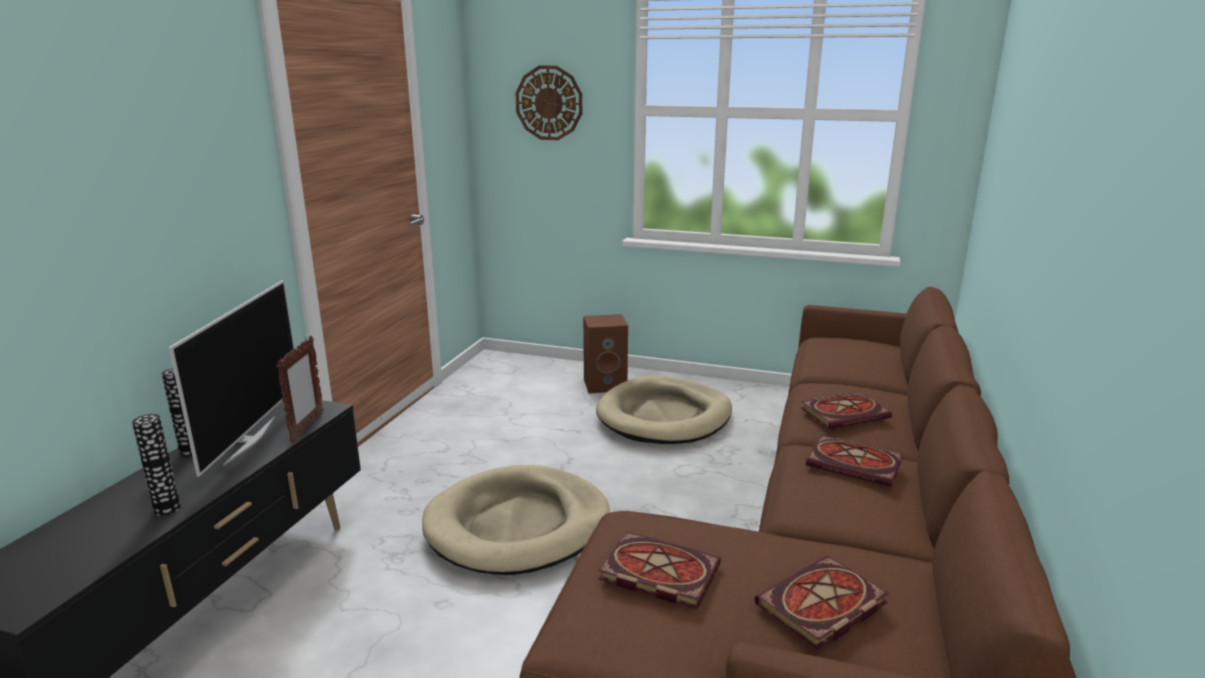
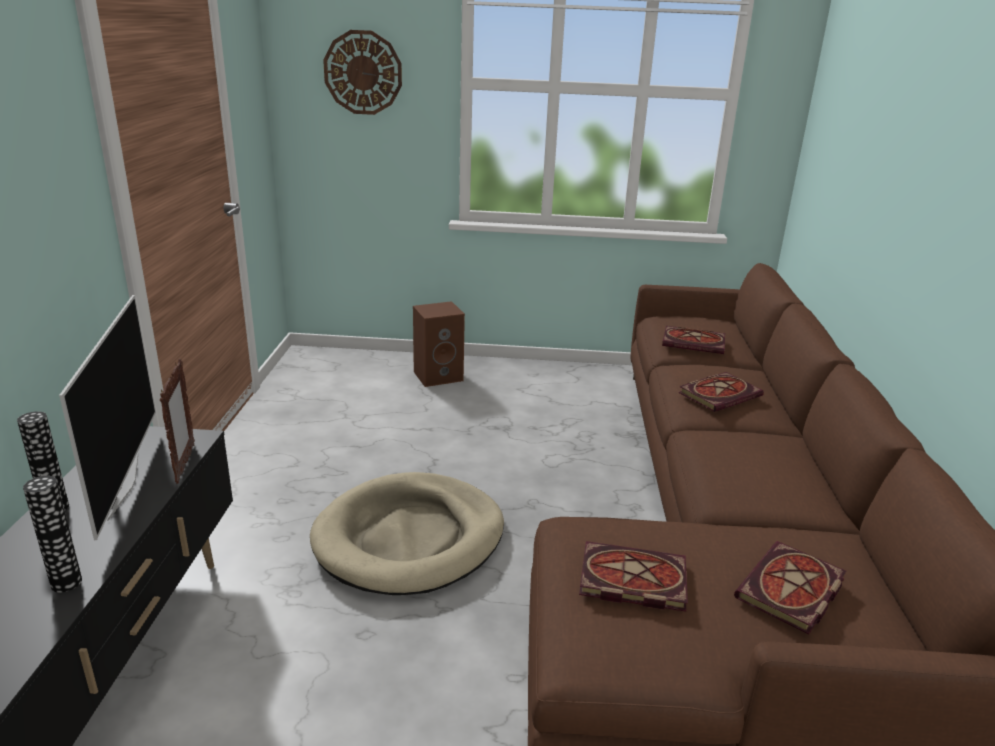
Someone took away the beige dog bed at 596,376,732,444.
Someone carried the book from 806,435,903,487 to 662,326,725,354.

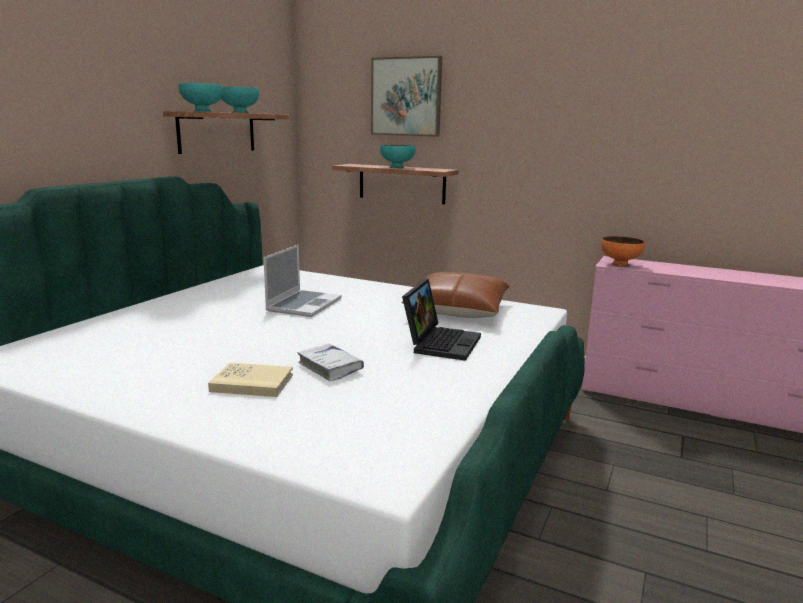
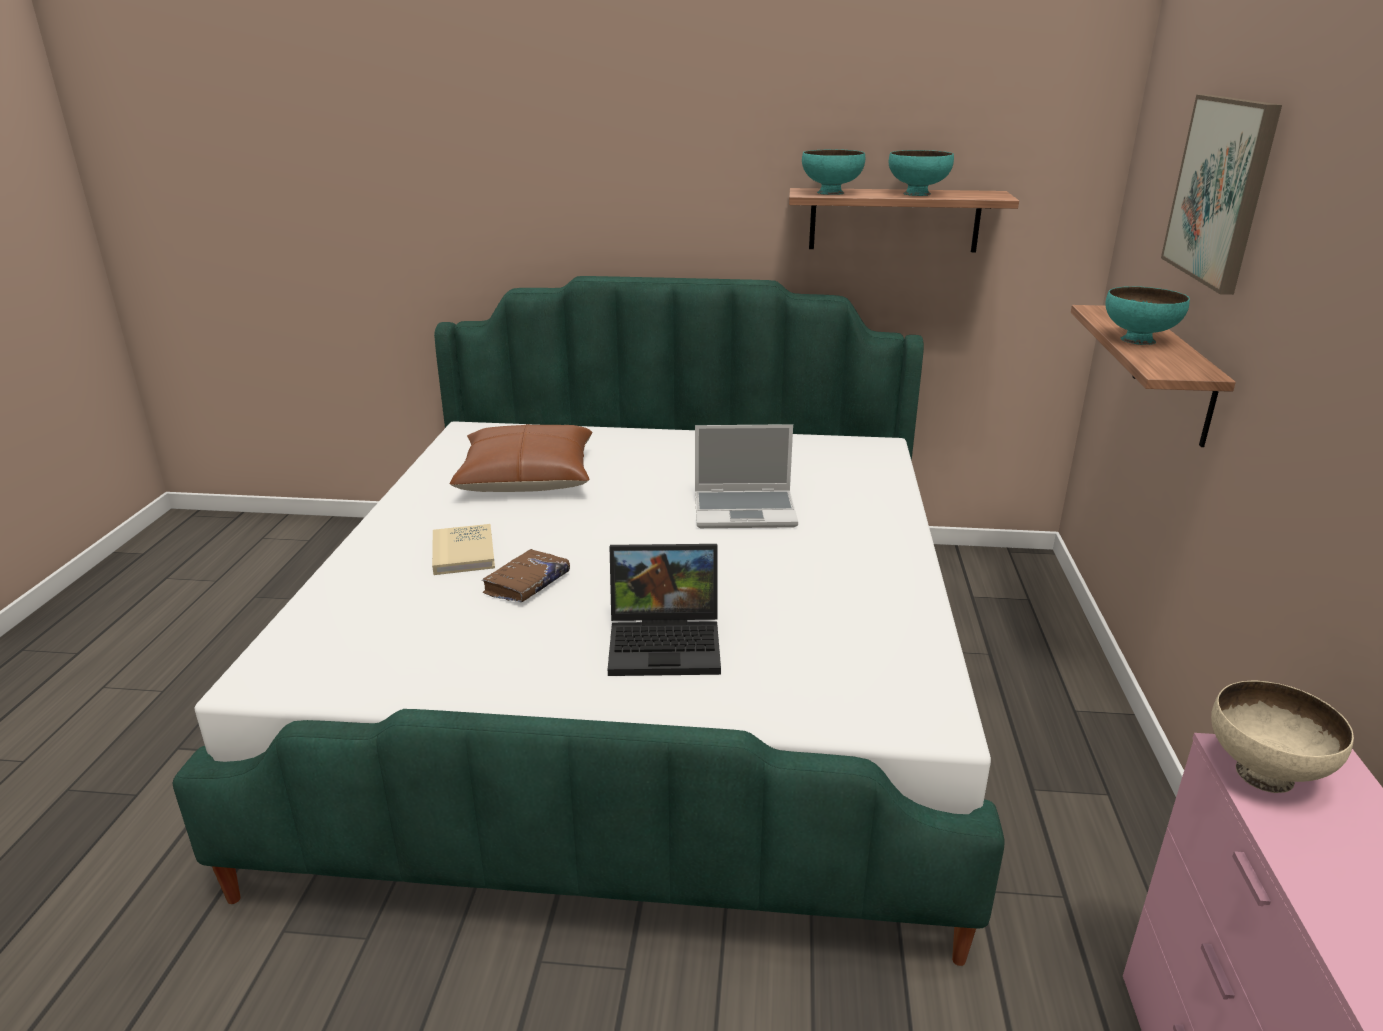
Someone repainted the white book at 298,344,364,381, which became the brown book at 482,549,570,602.
Someone carried the brown pillow from 401,272,510,318 to 450,424,592,492.
Someone repainted the orange bowl at 601,236,645,267, which became the beige bowl at 1211,681,1354,793.

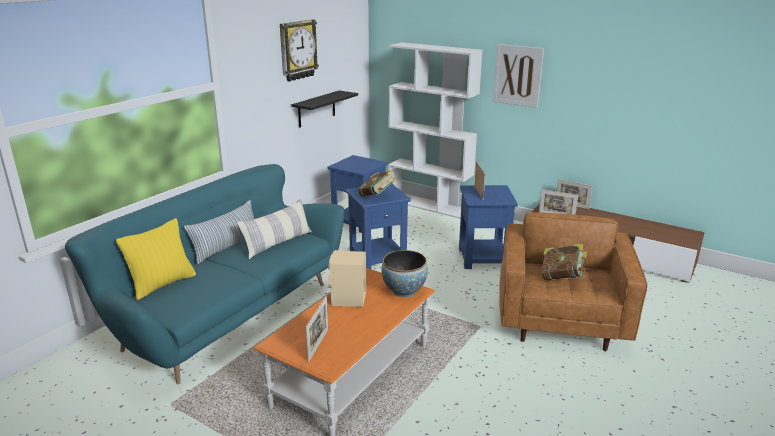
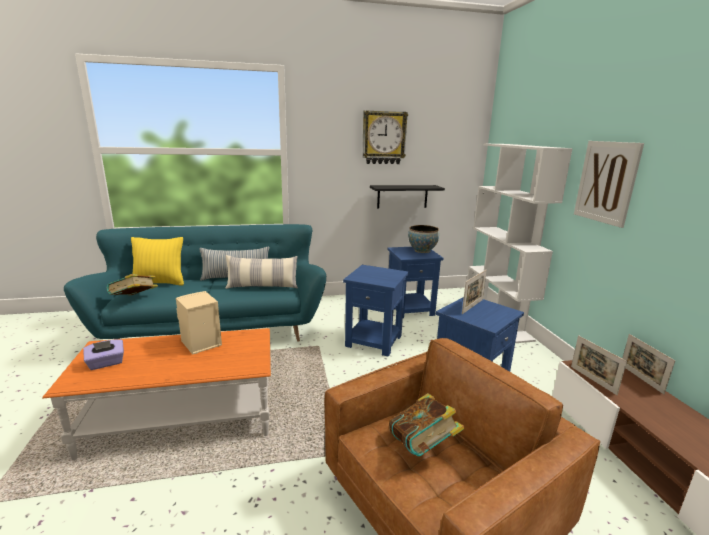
Someone swapped the picture frame at 306,296,328,362 for the purple tissue box at 83,339,124,370.
Someone carried the book from 358,170,397,197 to 107,274,158,295.
Someone carried the bowl from 382,250,428,298 to 408,225,439,253.

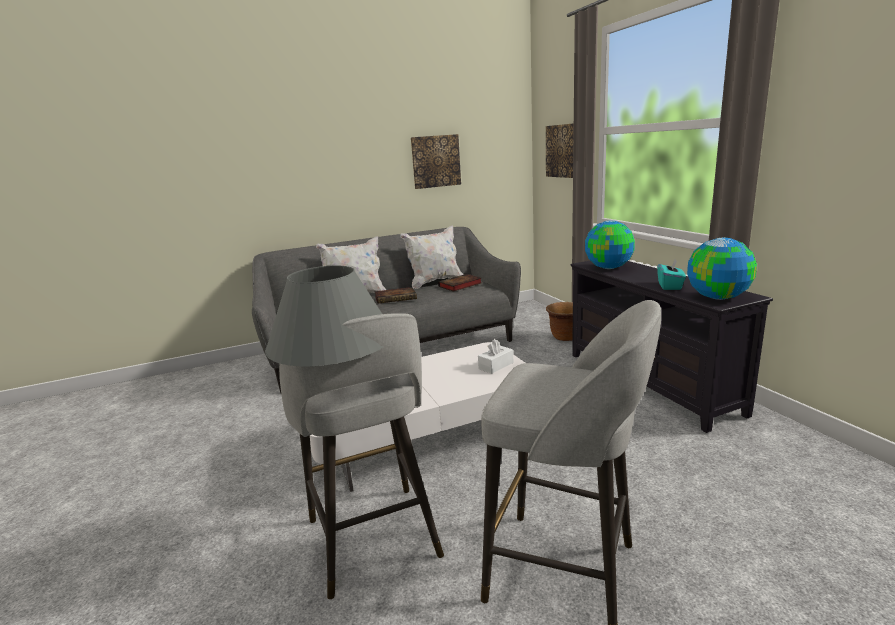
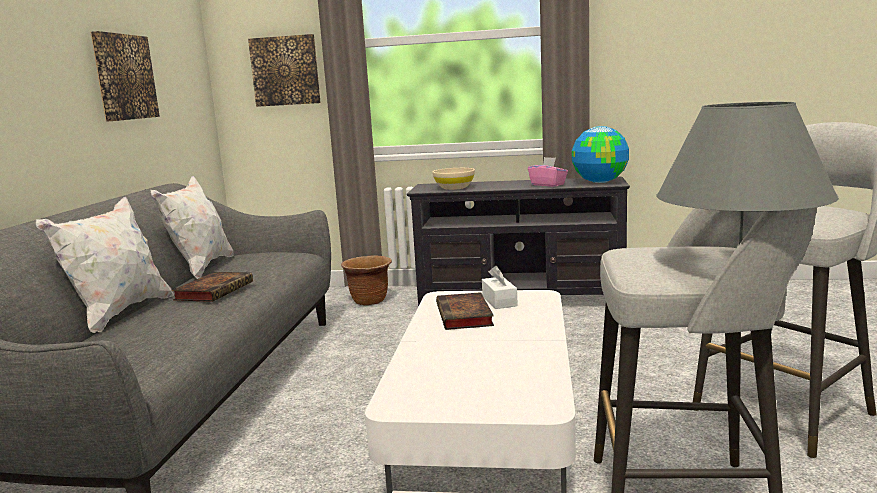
Someone carried the book from 438,274,482,292 to 436,292,494,330.
Someone swapped the globe at 585,220,635,269 for the beige bowl at 433,168,475,190.
Someone repainted the turquoise tissue box at 657,259,686,290, which became the pink tissue box at 528,157,568,187.

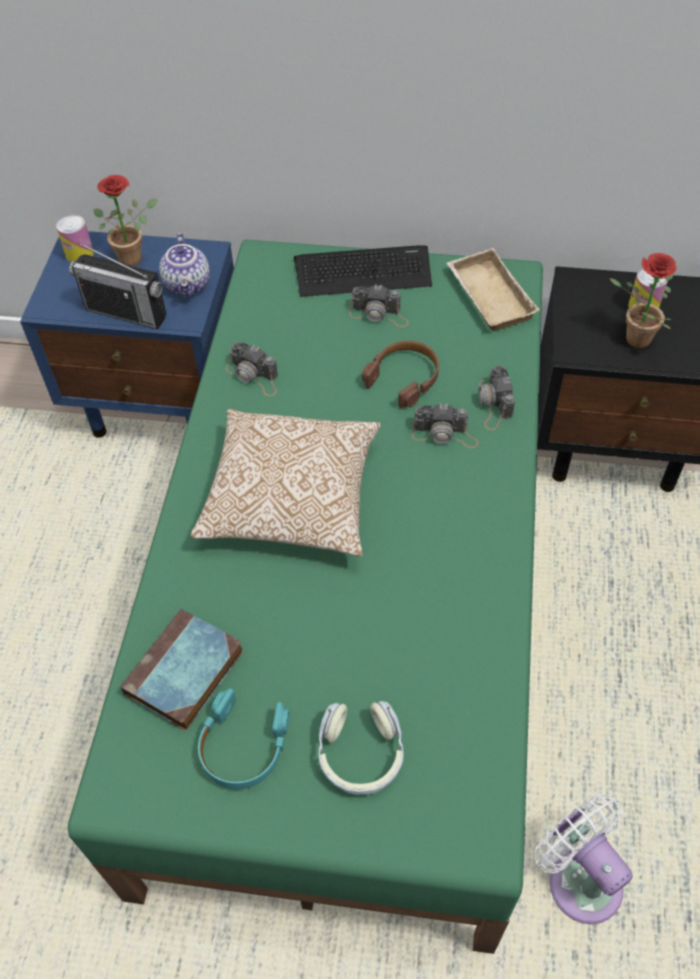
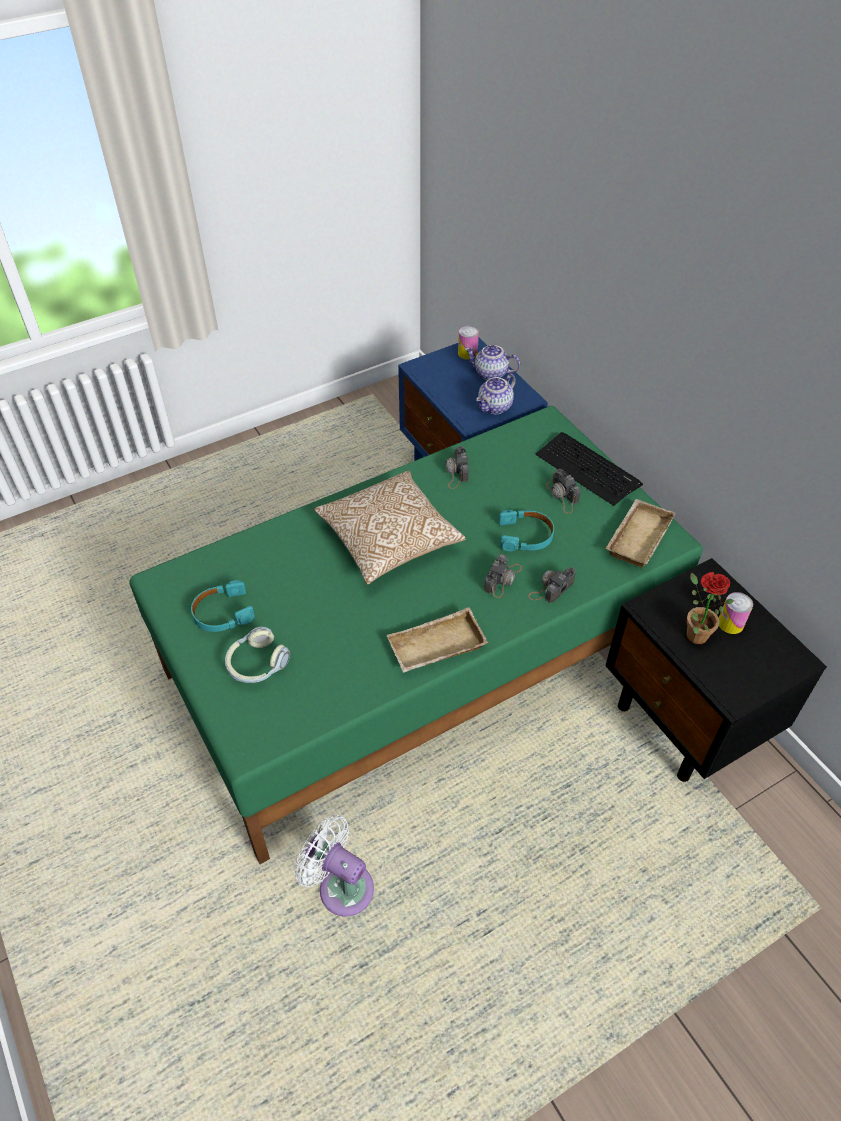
Someone took away the radio at 69,242,166,330.
Someone swapped the potted plant at 94,175,158,266 for the teapot at 465,345,520,380.
Someone took away the book at 120,609,243,732.
Someone repainted the brown headphones at 362,341,439,408, which became the turquoise headphones at 499,510,554,552.
Someone rotated the photo camera at 412,403,479,448 by 120 degrees counterclockwise.
Someone rotated the white fan at 535,794,633,924 by 75 degrees counterclockwise.
Someone put down the beige tray at 386,607,488,673.

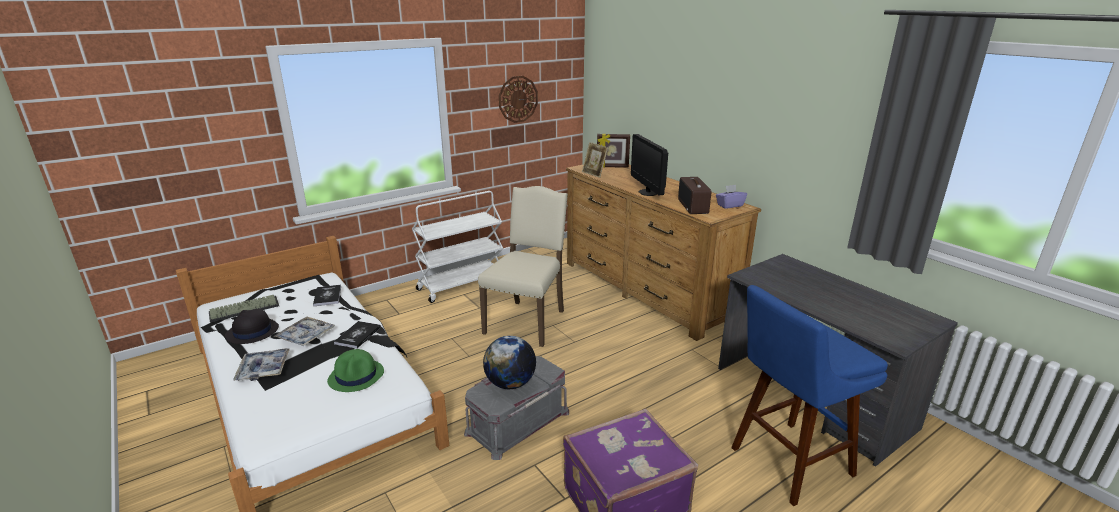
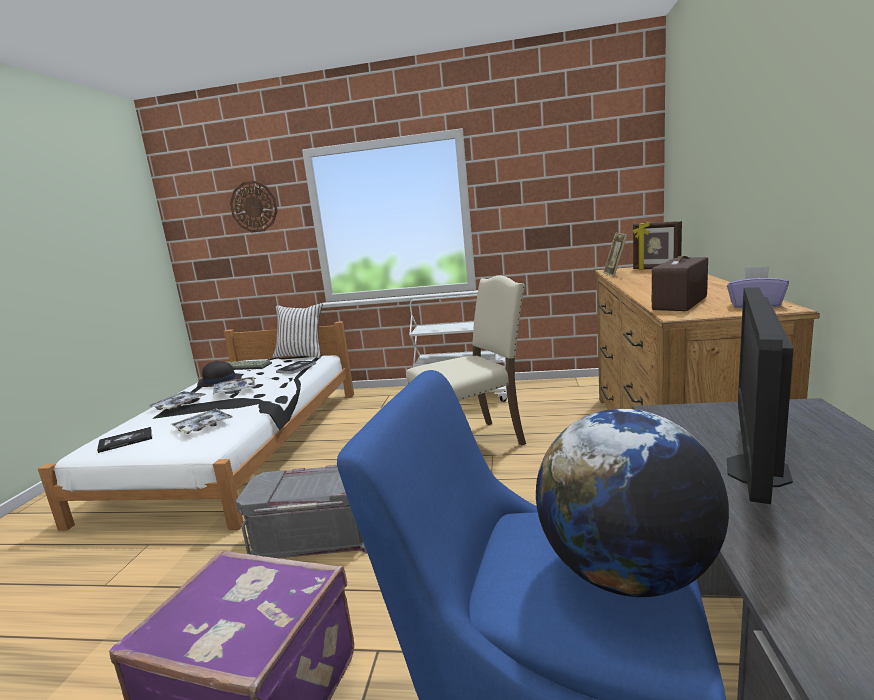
Someone swapped the green hat at 327,349,384,392 for the tray at 171,409,233,434.
Someone carried the book from 334,321,381,349 to 97,427,152,453.
Someone carried the globe from 483,336,536,389 to 536,409,729,597.
Someone carried the wall clock from 499,76,538,123 to 230,181,278,232.
Someone carried the monitor from 631,134,668,196 to 727,287,793,504.
Someone put down the white pillow at 273,303,323,358.

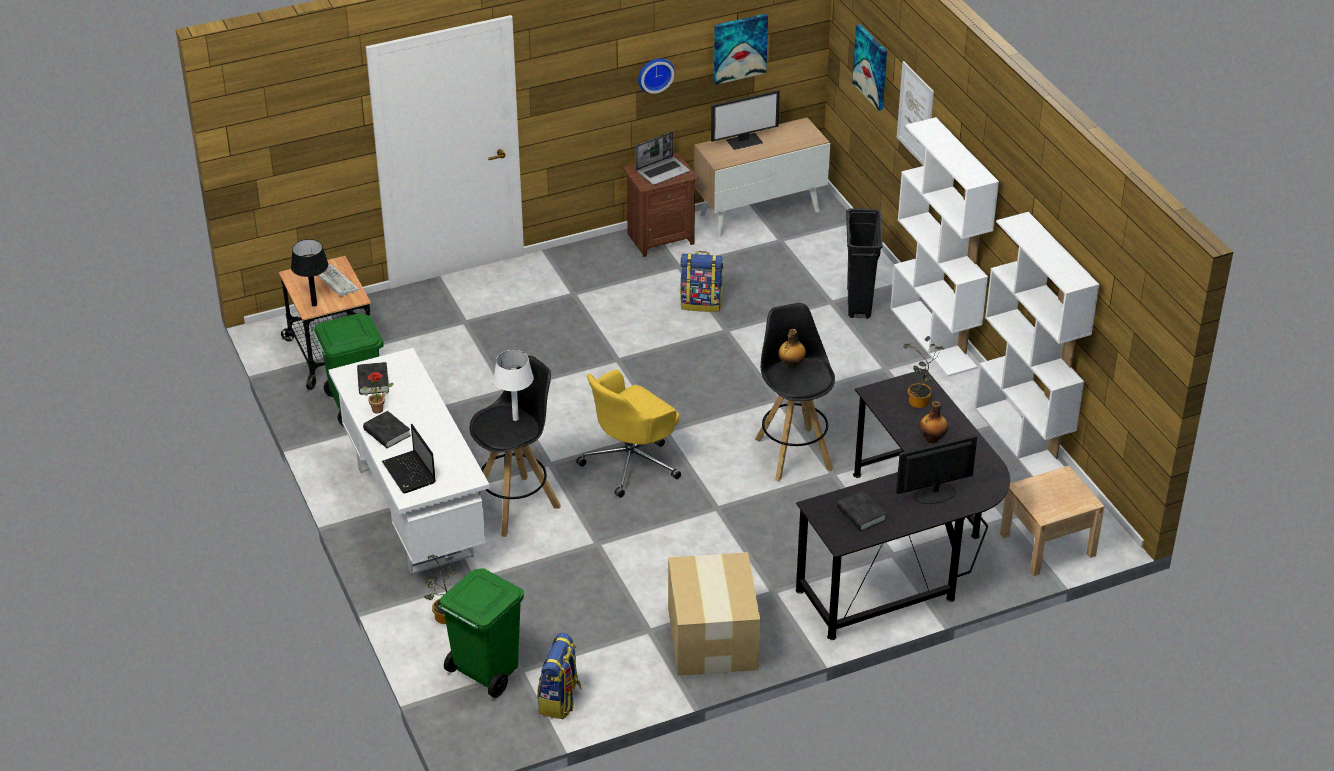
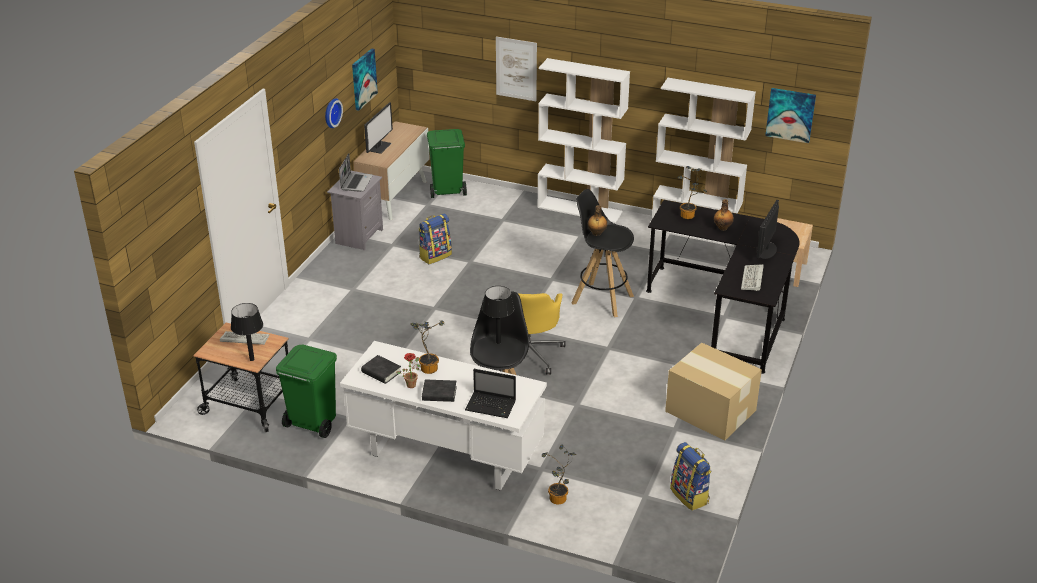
Someone carried the green trash can from 438,568,524,698 to 427,129,467,198.
Someone repainted the white table lamp at 493,350,534,421, which became the black table lamp at 482,286,514,344.
Someone repainted the brown nightstand at 622,153,699,257, which became the grey nightstand at 327,171,383,251.
Someone swapped the black book at 837,491,886,531 for the keyboard at 741,264,764,291.
Someone took away the black trash can at 846,208,883,319.
Someone carried the picture from 852,24,887,111 to 765,88,816,143.
Someone put down the potted plant at 410,320,445,374.

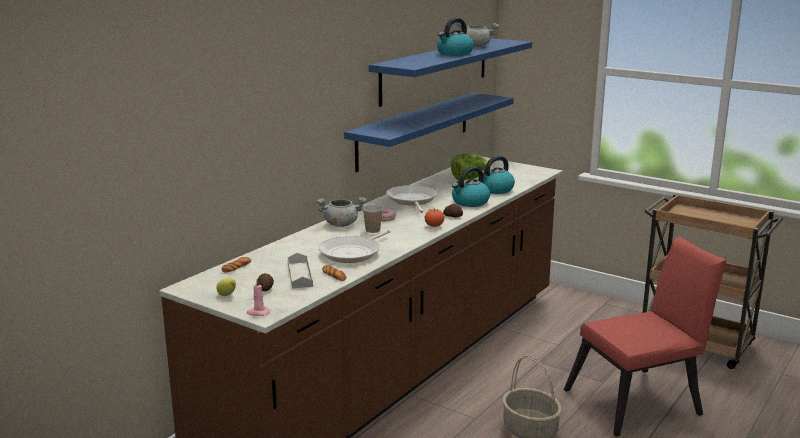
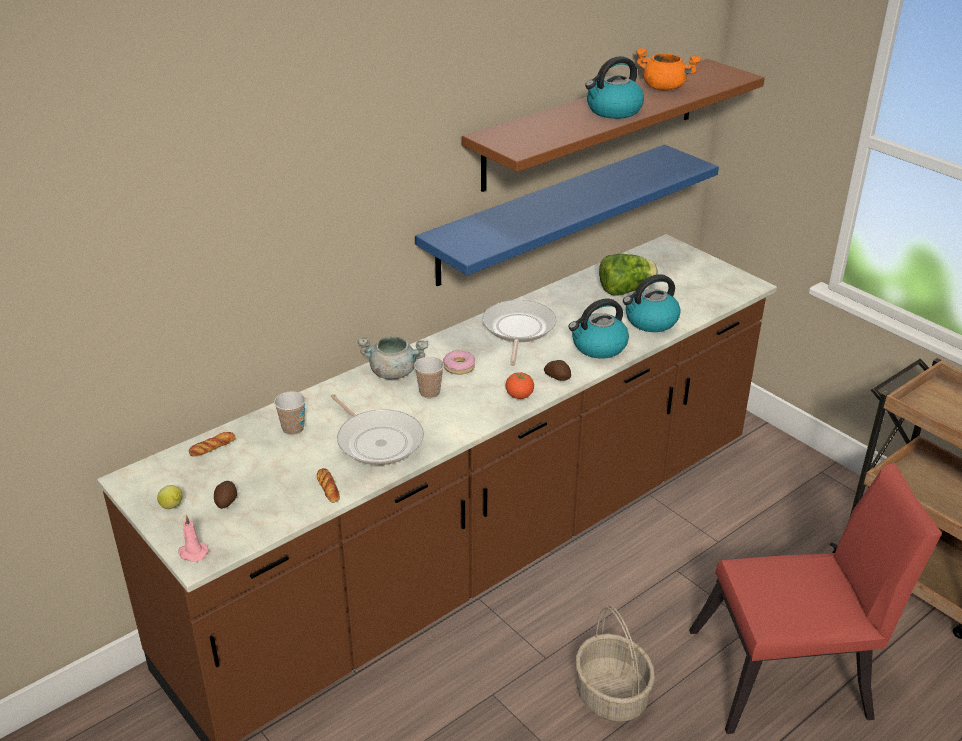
Someone took away the grey tray at 288,253,313,288.
Someone rotated the frying pan at 319,230,391,263 by 90 degrees counterclockwise.
Someone repainted the blue shelf at 369,38,532,107, which became the brown shelf at 462,59,765,192.
Someone repainted the grey cooking pot at 457,23,499,47, which became the orange cooking pot at 636,48,701,91.
Someone put down the cup at 274,391,306,435.

